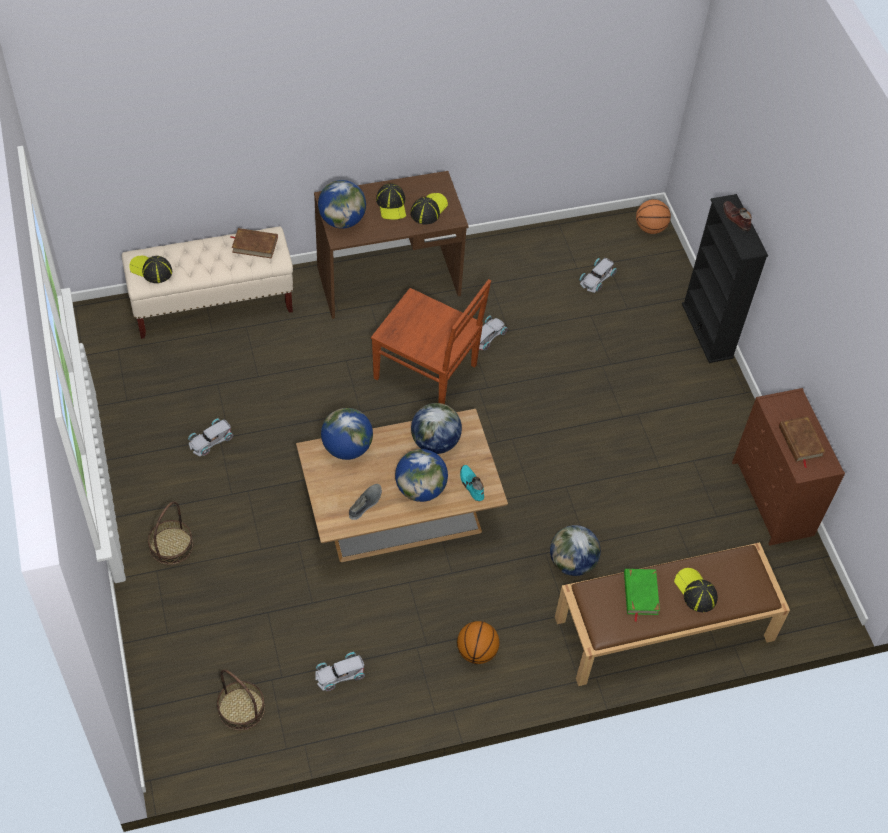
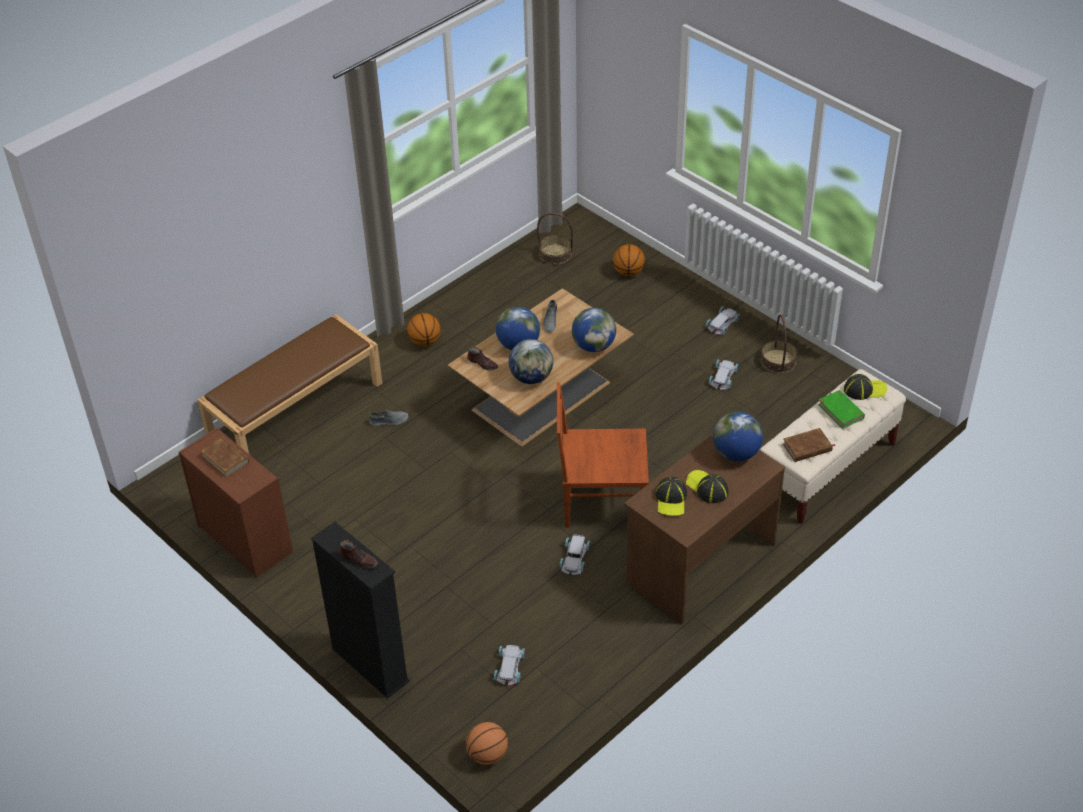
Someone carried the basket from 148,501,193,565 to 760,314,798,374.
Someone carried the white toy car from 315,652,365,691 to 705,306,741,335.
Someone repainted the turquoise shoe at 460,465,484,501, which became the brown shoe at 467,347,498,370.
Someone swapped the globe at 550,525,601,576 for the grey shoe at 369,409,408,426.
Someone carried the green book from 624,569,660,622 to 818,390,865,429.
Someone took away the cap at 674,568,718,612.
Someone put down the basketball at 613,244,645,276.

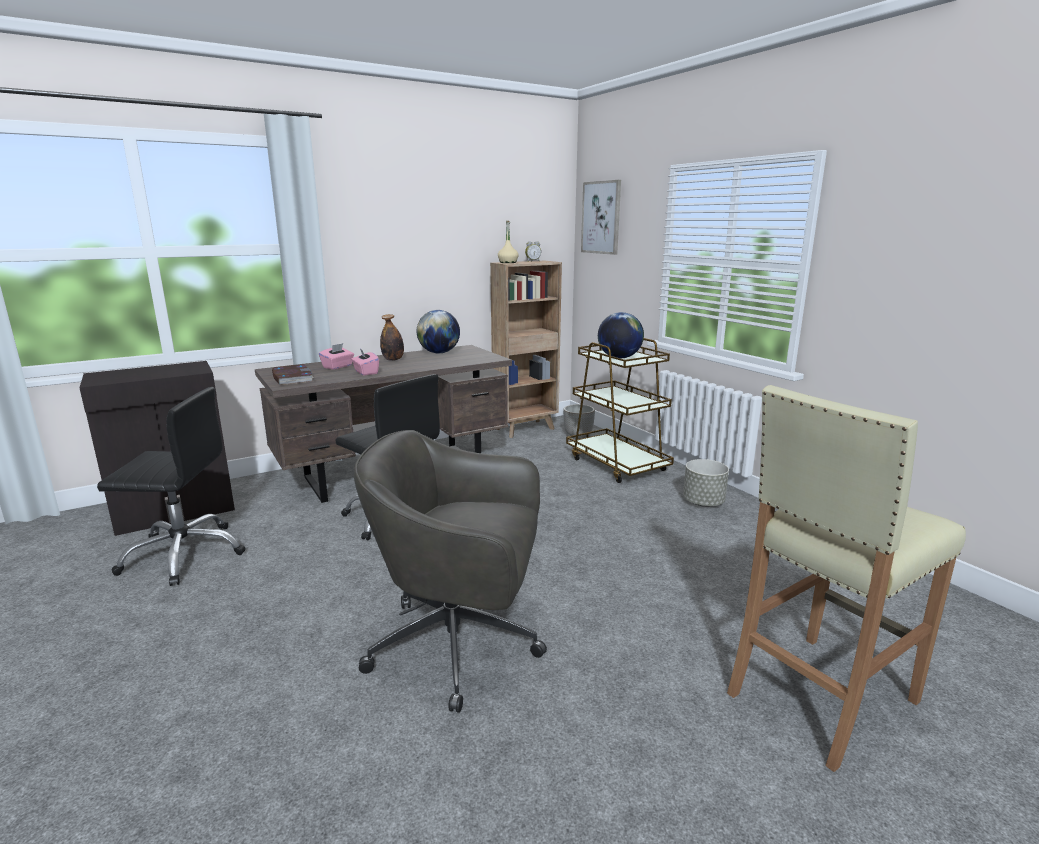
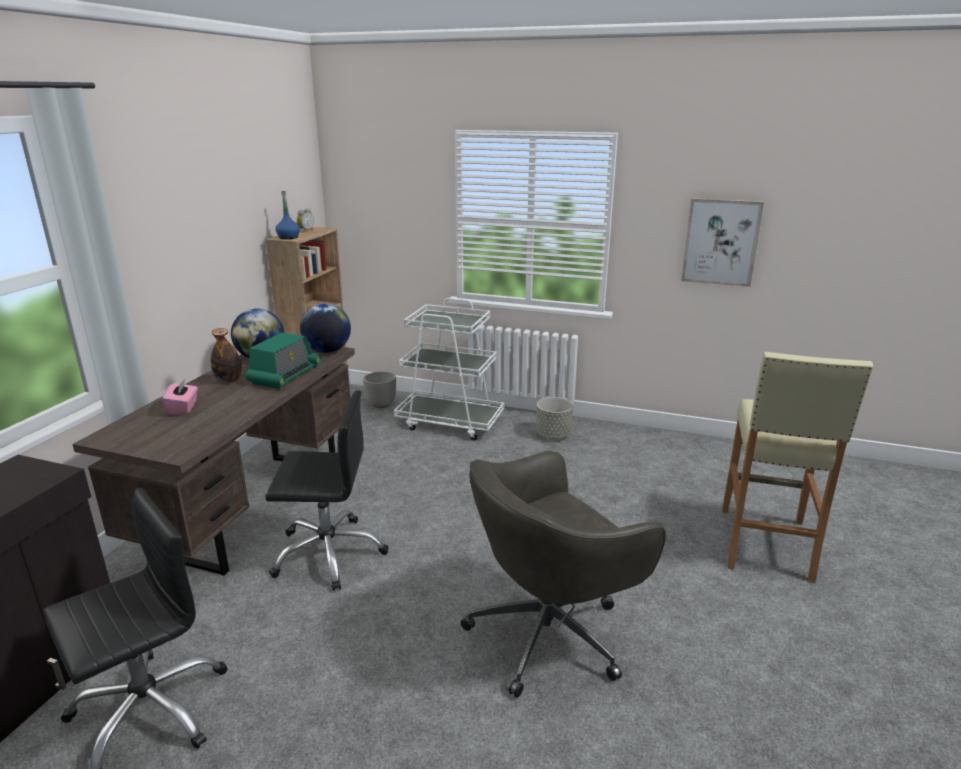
Someone took away the book at 272,364,314,385.
Someone took away the pink tissue box at 351,349,379,376.
Someone repainted the beige bottle at 498,221,519,263, which became the blue bottle at 275,191,300,239.
Someone repainted the brown cart at 566,338,674,483, which became the white cart at 394,298,504,441.
Someone carried the picture from 581,180,621,255 to 681,198,764,287.
Someone carried the globe from 598,312,644,358 to 300,303,351,353.
Someone put down the radio at 246,333,322,389.

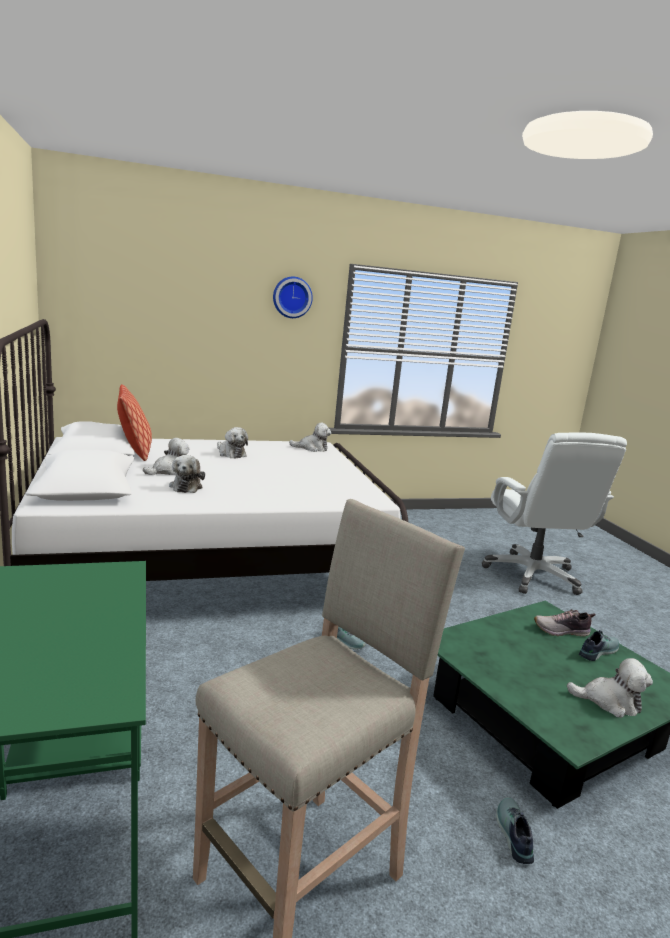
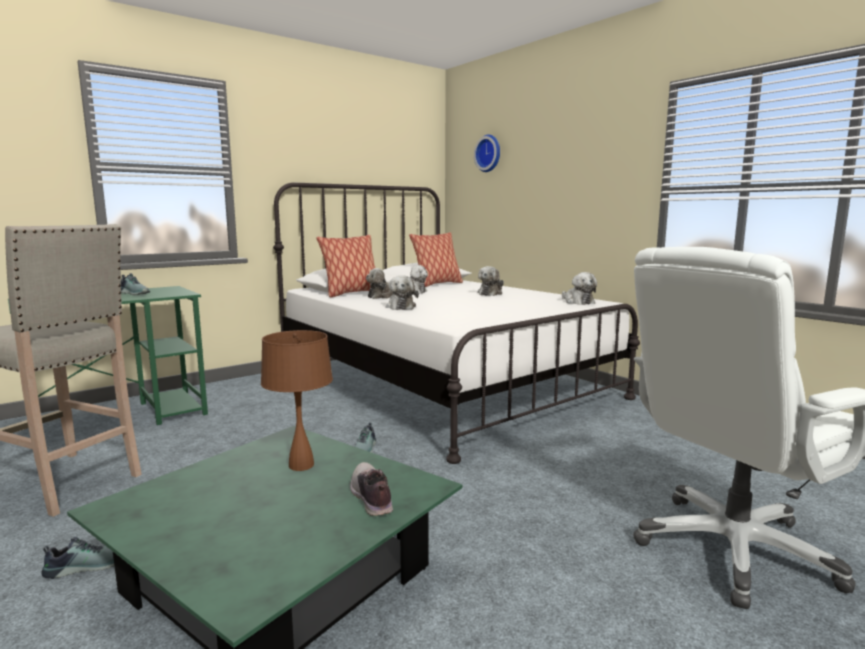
Someone carried the wall clock from 273,276,313,318 to 474,134,500,172.
Someone carried the plush toy from 567,658,653,718 to 386,275,419,310.
Someone carried the shoe from 579,630,619,661 to 121,273,150,295.
Someone put down the brown table lamp at 261,330,333,471.
Someone put down the pillow at 316,235,375,297.

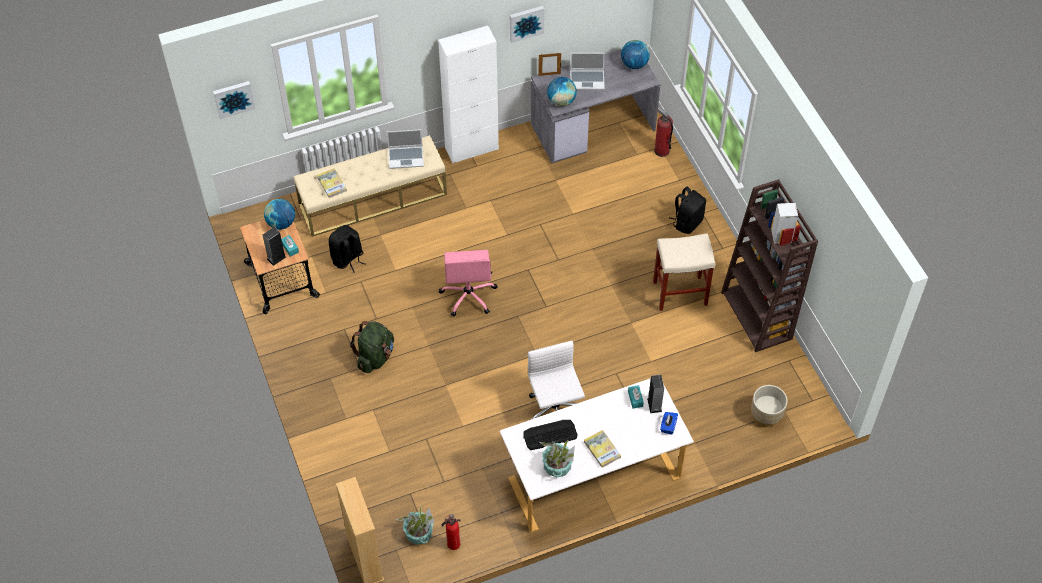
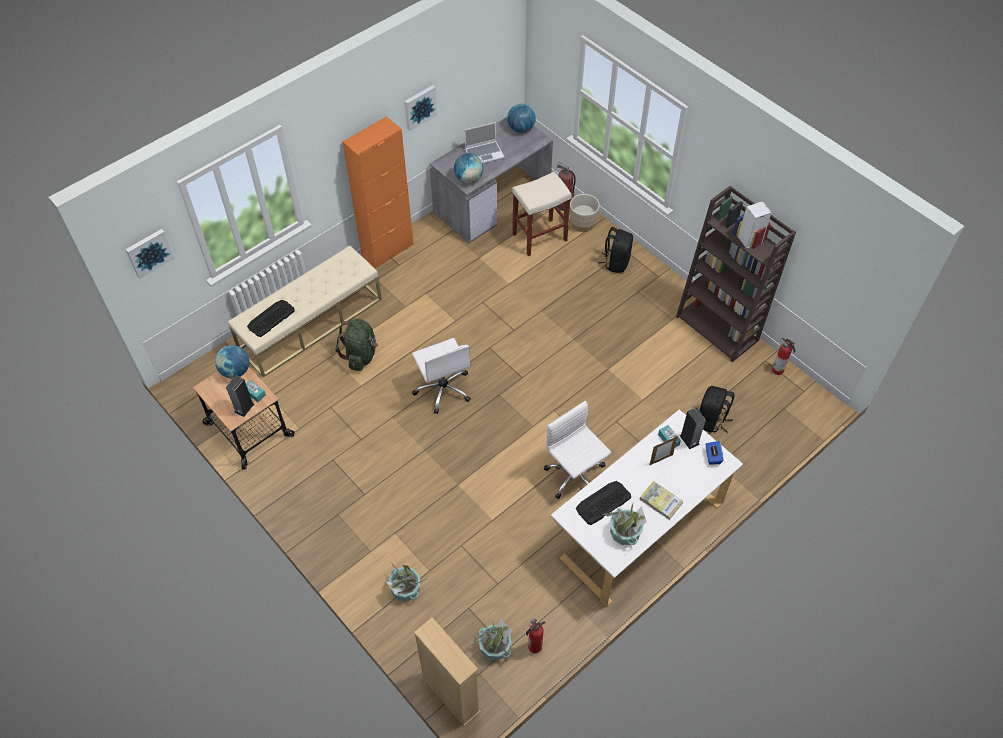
Someone swapped the book at 317,168,347,198 for the keyboard at 247,300,295,337.
Someone carried the black backpack from 328,225,365,273 to 699,386,735,433.
Someone carried the green backpack from 350,321,394,373 to 335,319,378,371.
Someone took away the laptop at 387,129,424,169.
Someone repainted the white cabinet at 438,26,499,164, which became the orange cabinet at 342,116,414,269.
Someone repainted the pink office chair at 439,250,498,316, which became the white office chair at 412,338,471,414.
Someone carried the picture frame from 538,52,561,76 to 650,436,678,465.
Someone carried the beige stool from 653,233,715,311 to 512,172,572,256.
Someone carried the beige planter from 751,385,788,427 to 570,194,600,232.
Someone put down the potted plant at 387,564,428,602.
Someone put down the fire extinguisher at 772,337,795,375.

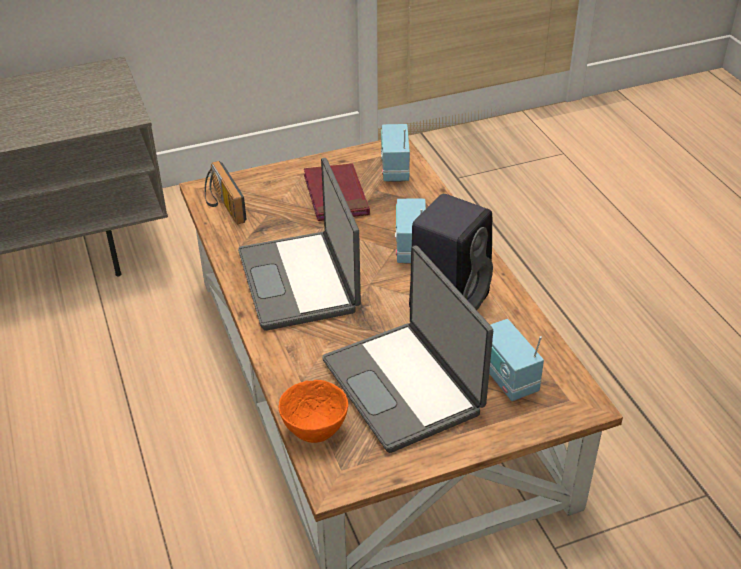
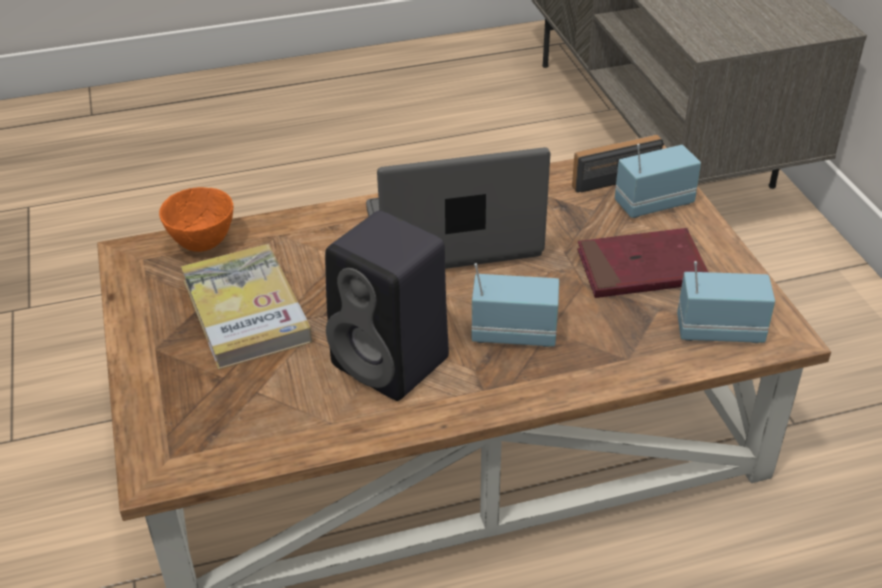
Someone swapped the laptop at 322,245,493,453 for the book at 181,244,312,370.
Someone carried the radio from 489,319,544,401 to 615,144,701,218.

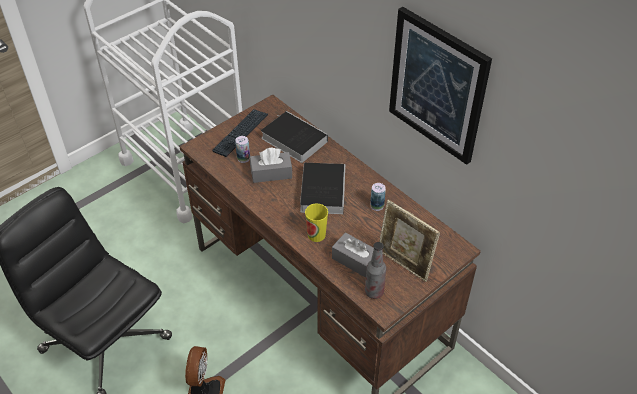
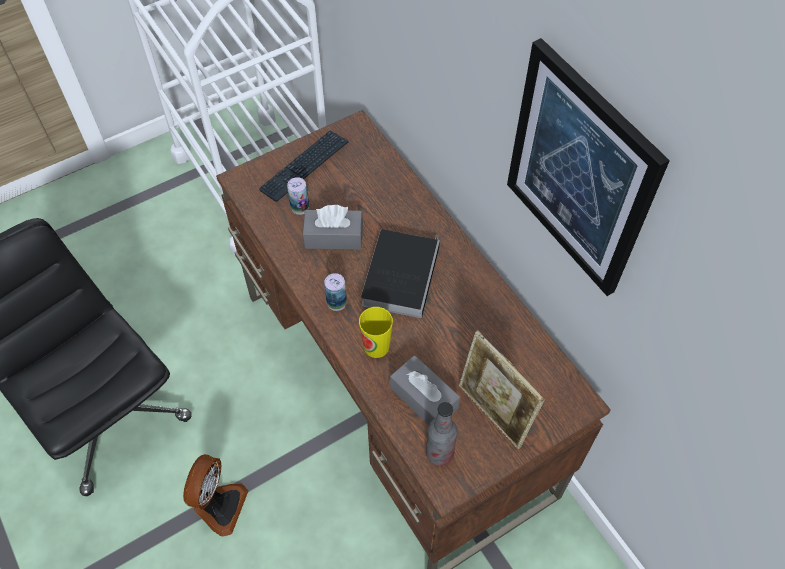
Someone took away the book at 261,111,328,163.
Someone carried the can from 370,183,386,211 to 324,273,347,311.

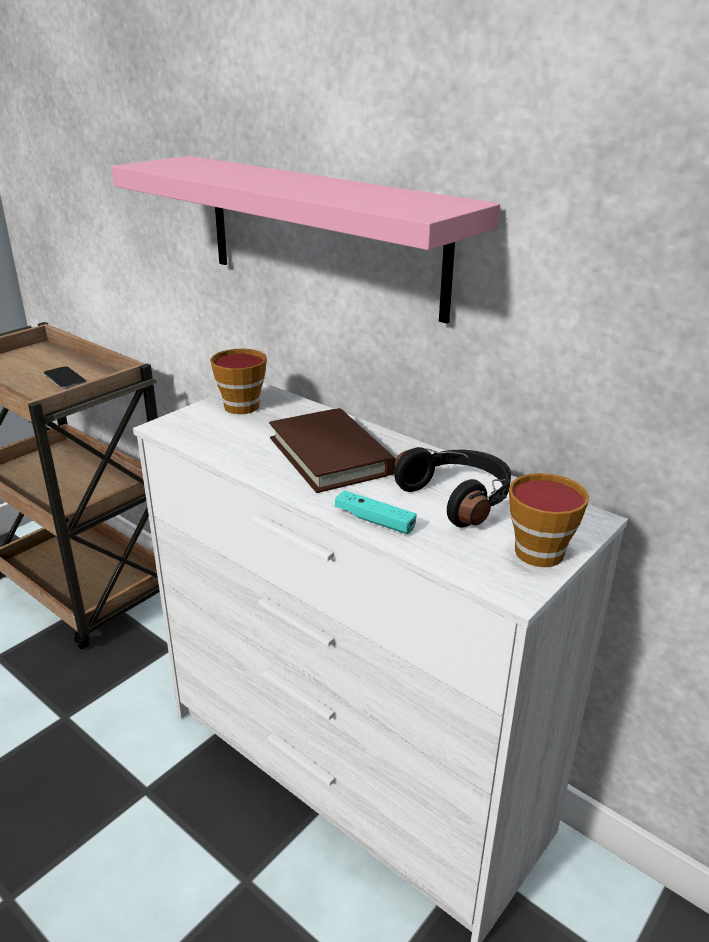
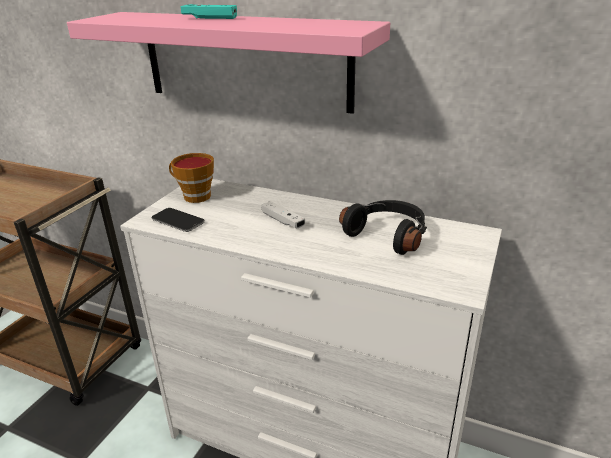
Someone carried the phone from 44,366,87,389 to 152,208,205,232.
Someone swapped the brown book at 269,408,396,493 for the white game controller at 261,201,305,228.
Someone carried the turquoise game controller from 335,490,417,534 to 181,4,237,19.
Someone took away the cup at 509,473,589,567.

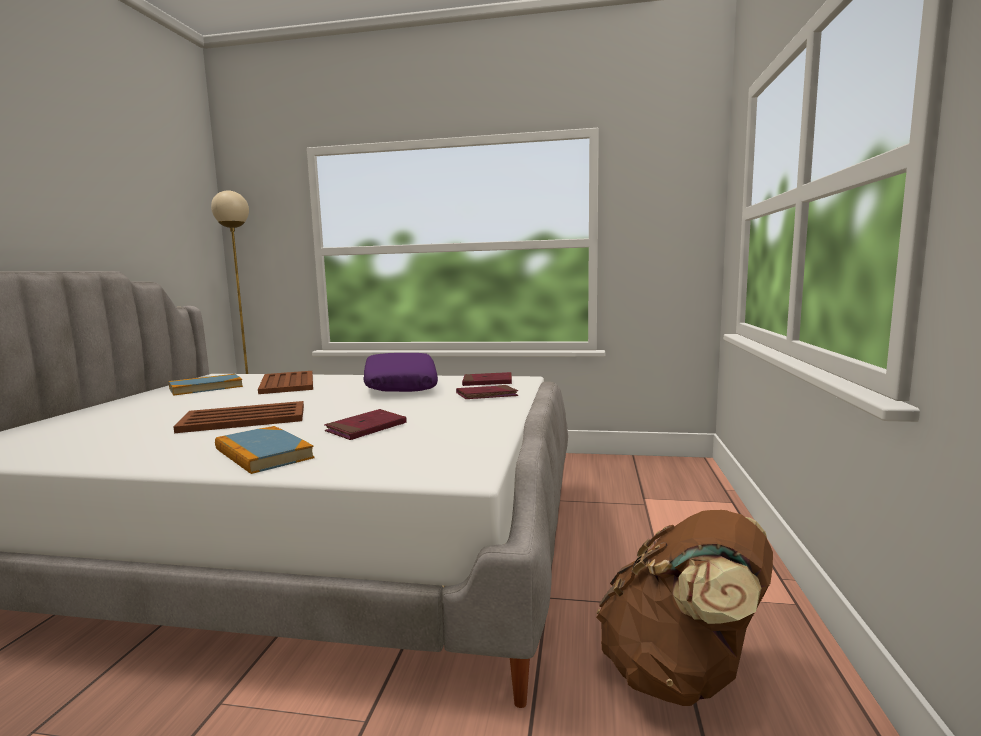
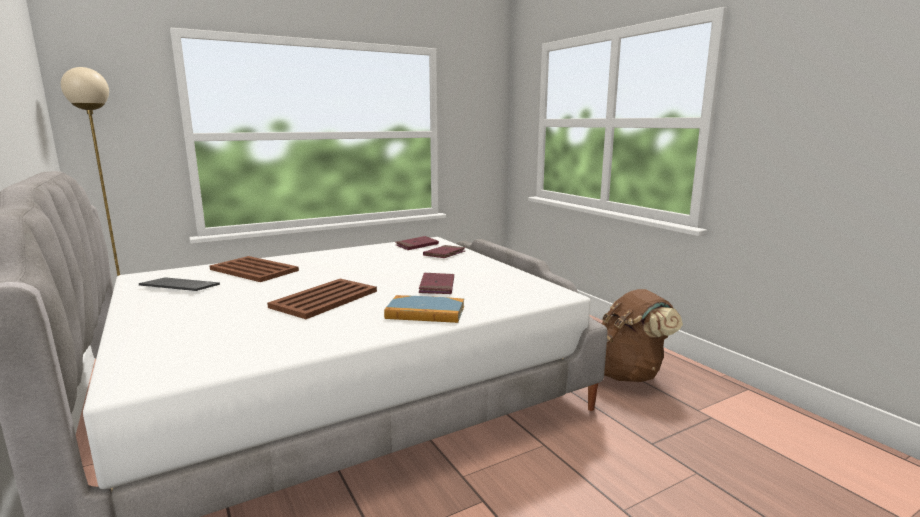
Someone swapped the book at 169,374,243,396 for the keyboard at 139,277,220,291.
Someone took away the purple pillow at 363,353,438,392.

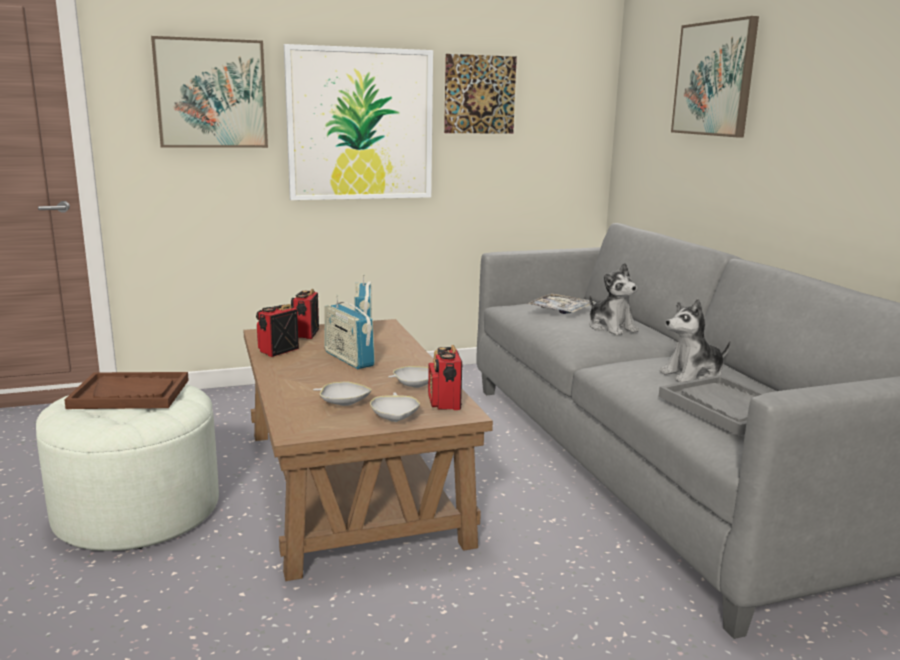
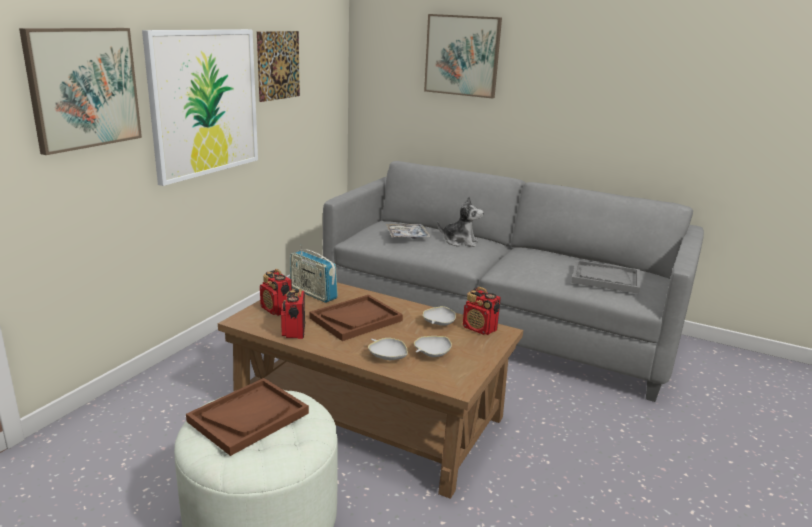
Someone swapped the radio at 324,295,375,369 for the brown tray at 309,295,403,341.
Someone carried the white bowl from 370,393,420,422 to 368,338,408,360.
Someone took away the plush toy at 660,299,730,383.

